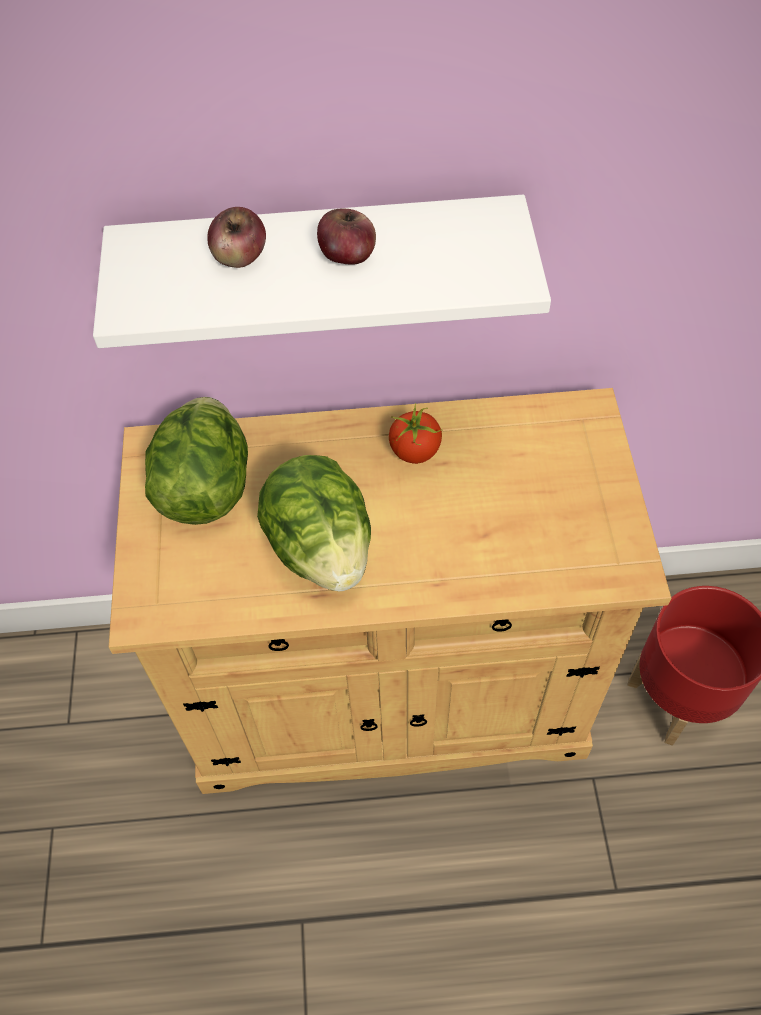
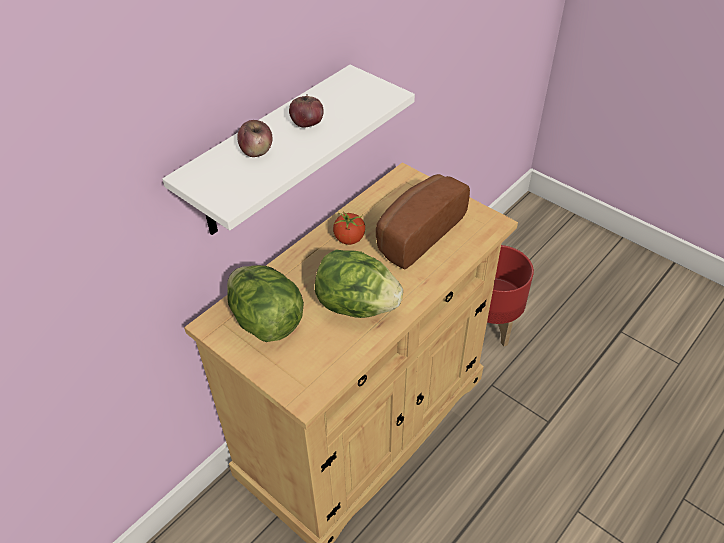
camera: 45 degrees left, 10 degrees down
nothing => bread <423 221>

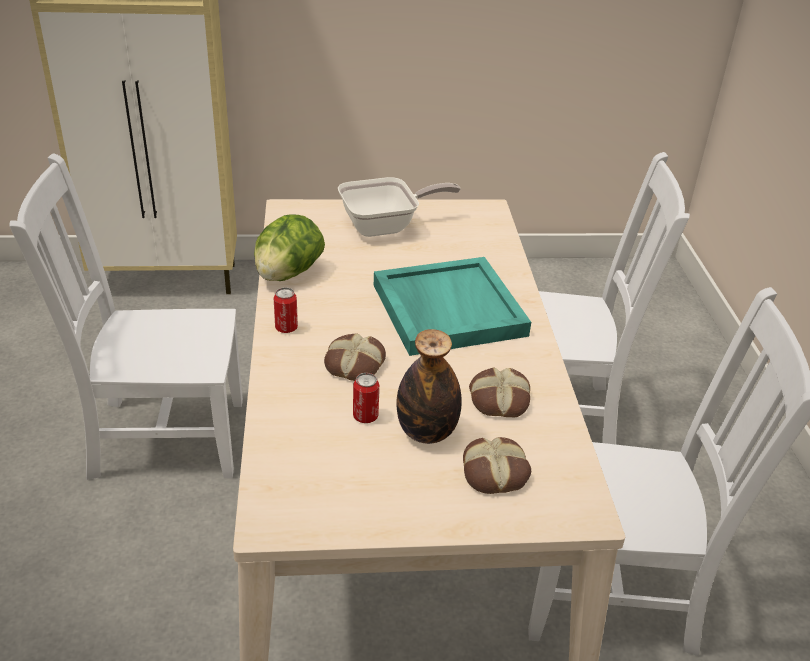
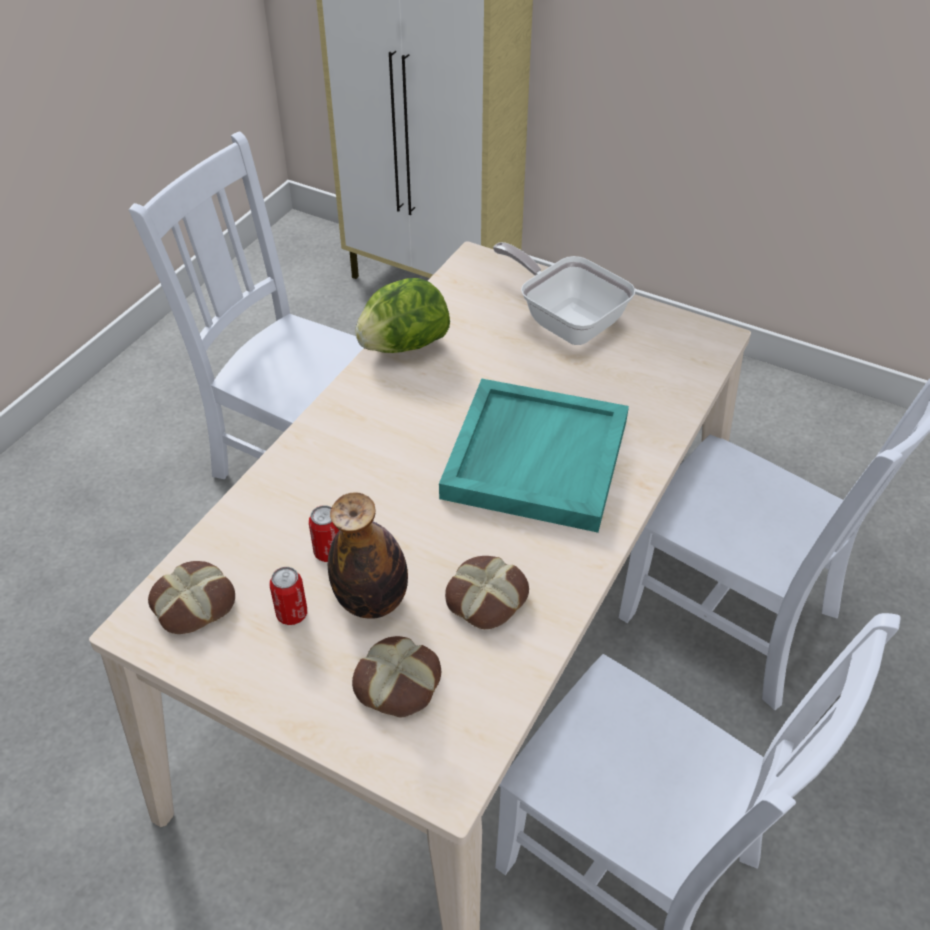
camera: 35 degrees right, 10 degrees up
bread <355 357> => bread <191 597>, move
can <286 310> => can <288 596>, move
frying pan <399 207> => frying pan <564 293>, 150 degrees counterclockwise

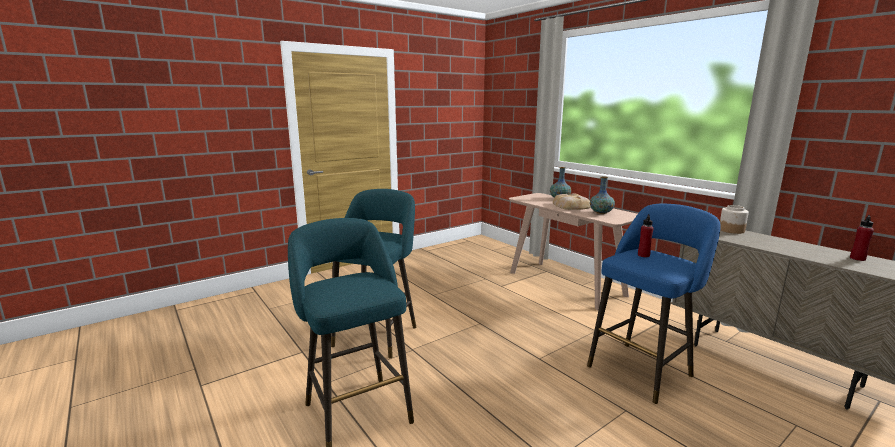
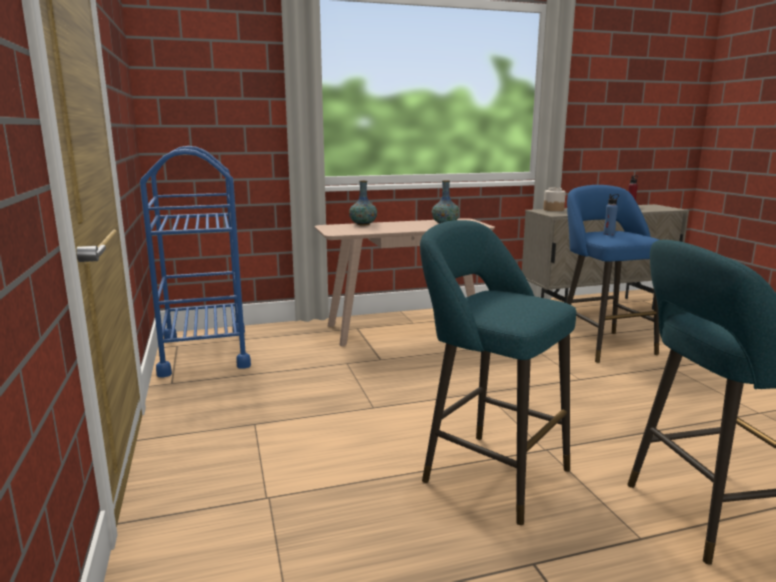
camera: 70 degrees left, 0 degrees up
nothing => cart/blue <195 261>
bottle/red <645 235> => bottle/blue <611 214>
bread <572 201> => nothing

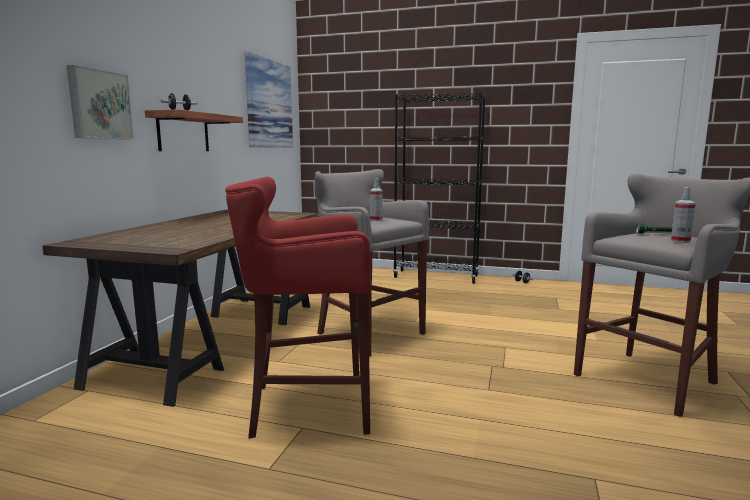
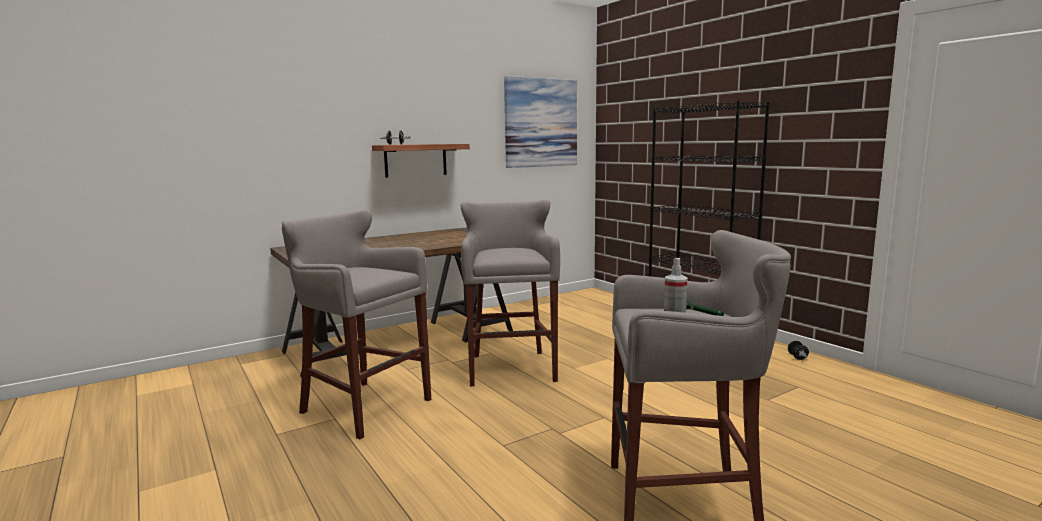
camera: 40 degrees right, 0 degrees up
stool/red <298 308> => stool/grey <356 324>
picture <100 102> => nothing
spray bottle <376 199> => nothing

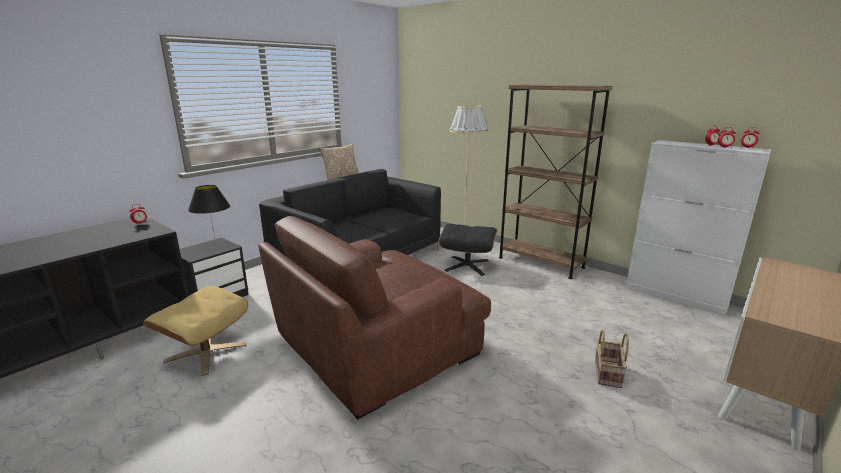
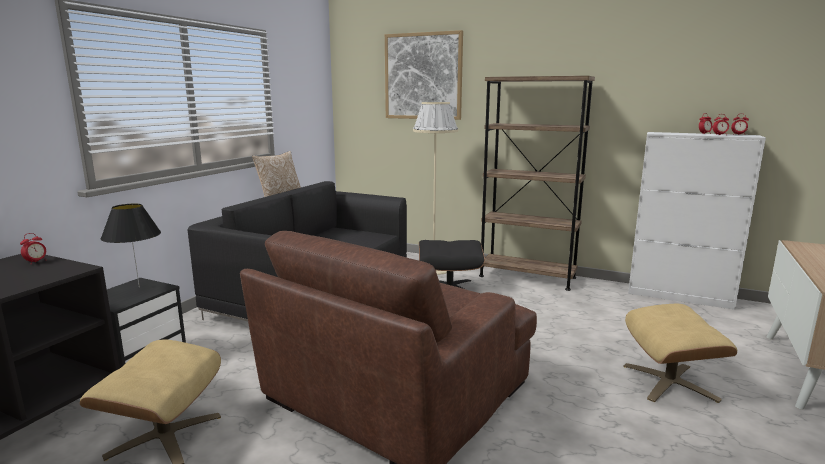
camera: 15 degrees left, 5 degrees down
nothing => picture <424 75>
basket <612 359> => ottoman/beige <680 353>

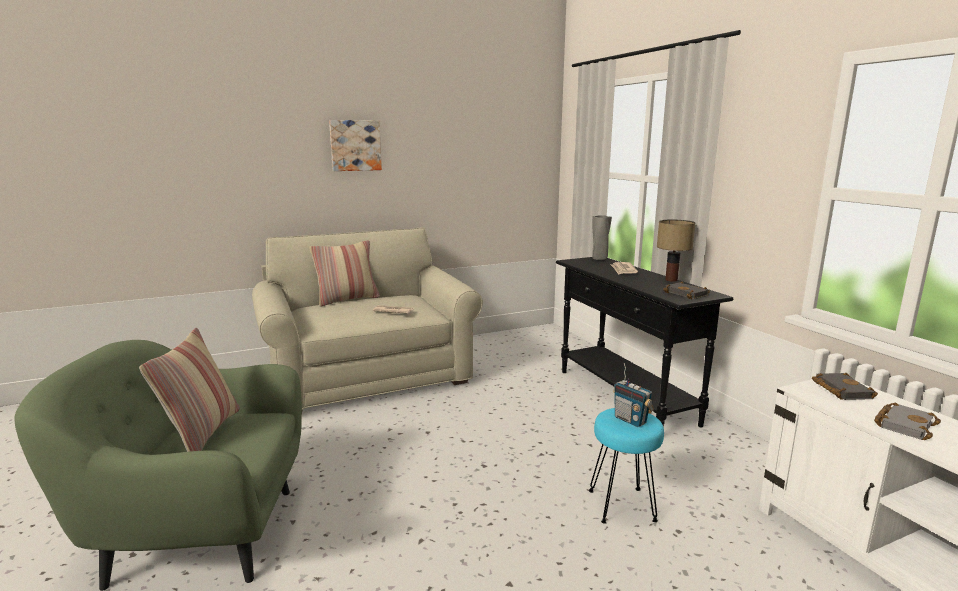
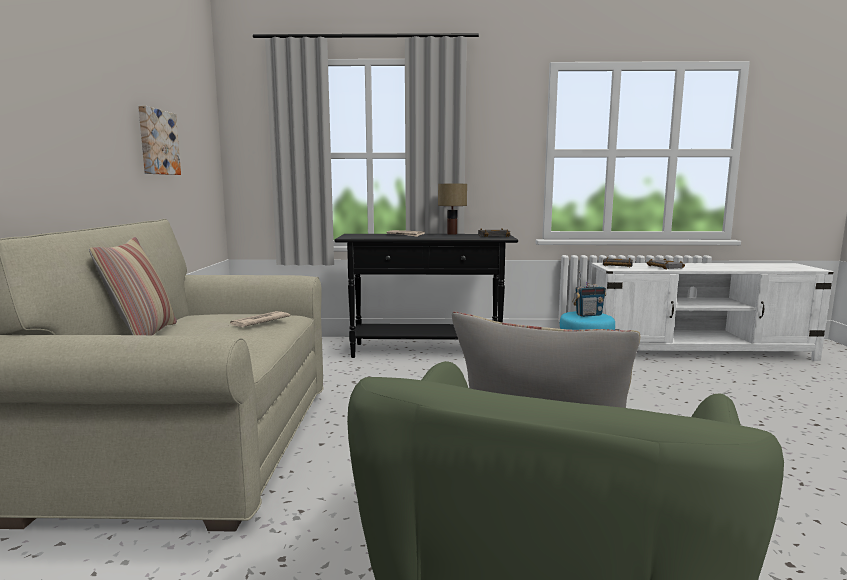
camera: 65 degrees left, 5 degrees down
picture <355 145> => picture <159 140>, move
vase/grey <602 237> => nothing

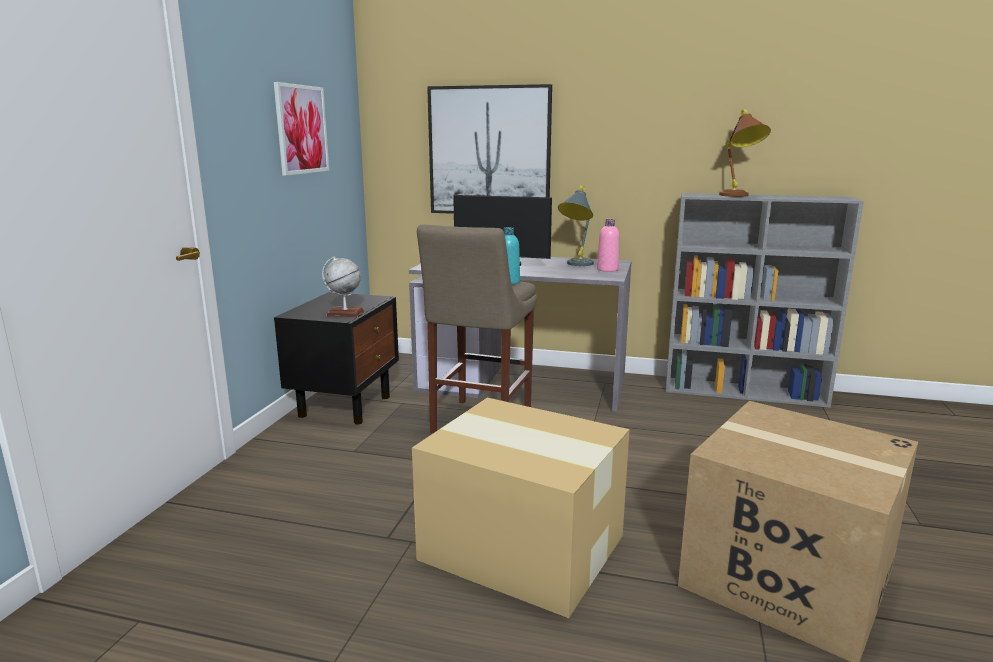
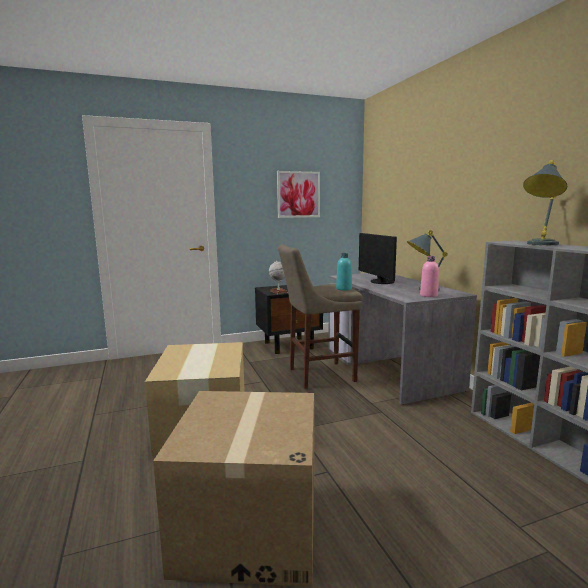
camera: 55 degrees right, 5 degrees down
table lamp/brown <745 153> => table lamp/grey <545 202>
picture <489 149> => nothing

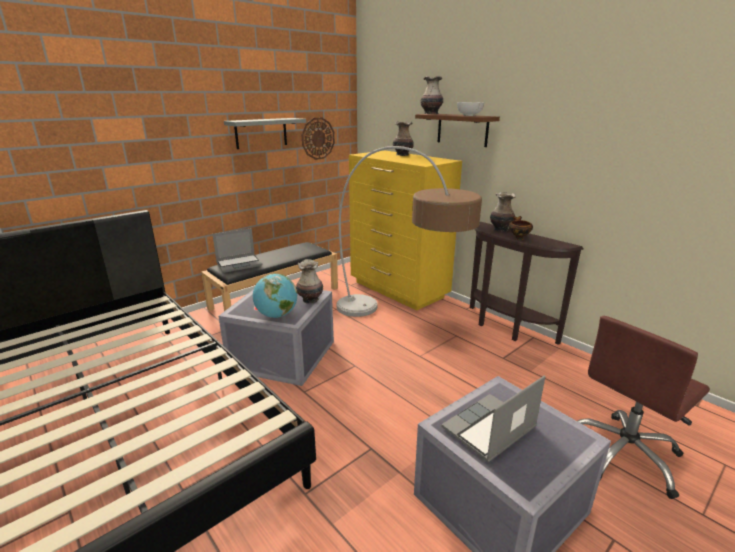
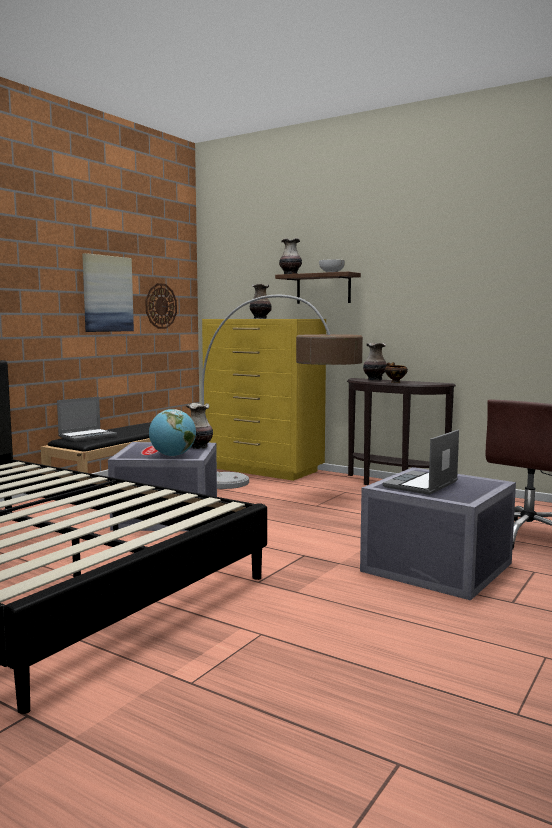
camera: 15 degrees left, 15 degrees down
shelf/grey <265 133> => picture <108 292>

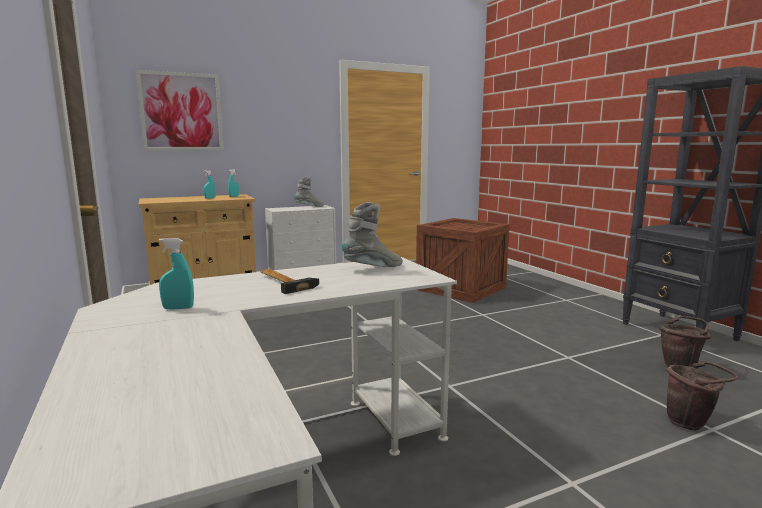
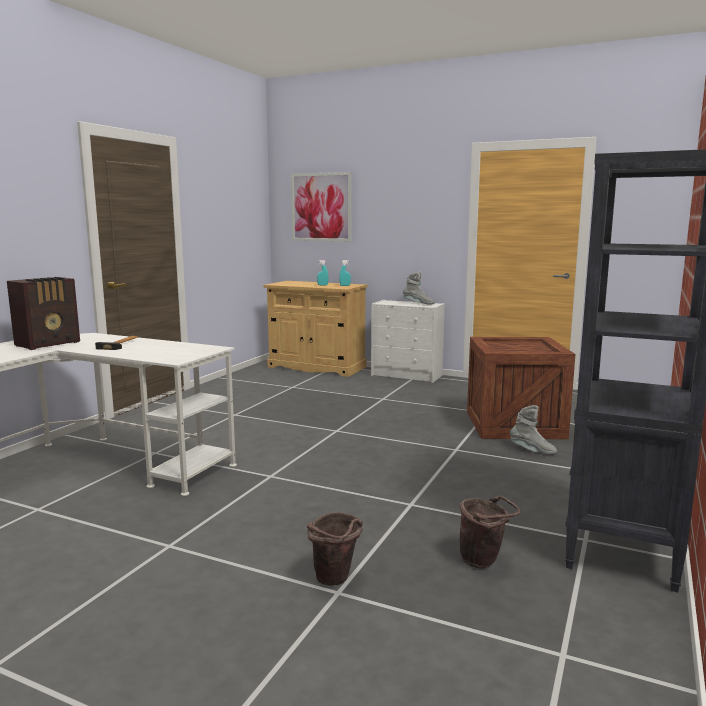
camera: 50 degrees right, 0 degrees up
spray bottle/turquoise <176 273> => radio <43 313>
boot/grey <372 234> => boot/grey <533 429>, move

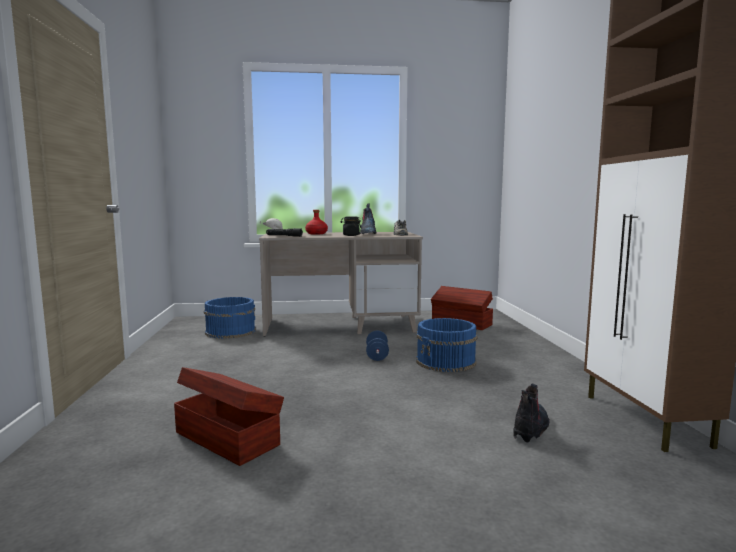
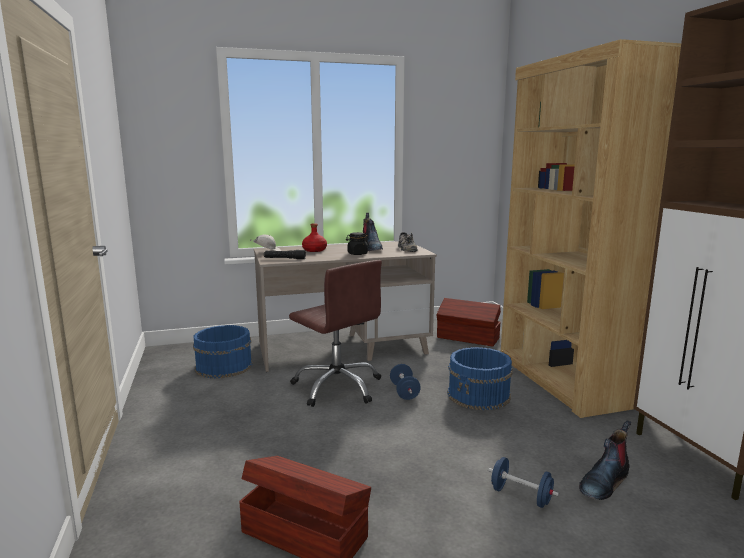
camera: 10 degrees left, 5 degrees up
nothing => office chair/brown <335 333>
nothing => dumbbell/blue <523 482>
nothing => bookcase/brown <591 228>
boot <532 413> => boot <605 460>, 150 degrees counterclockwise

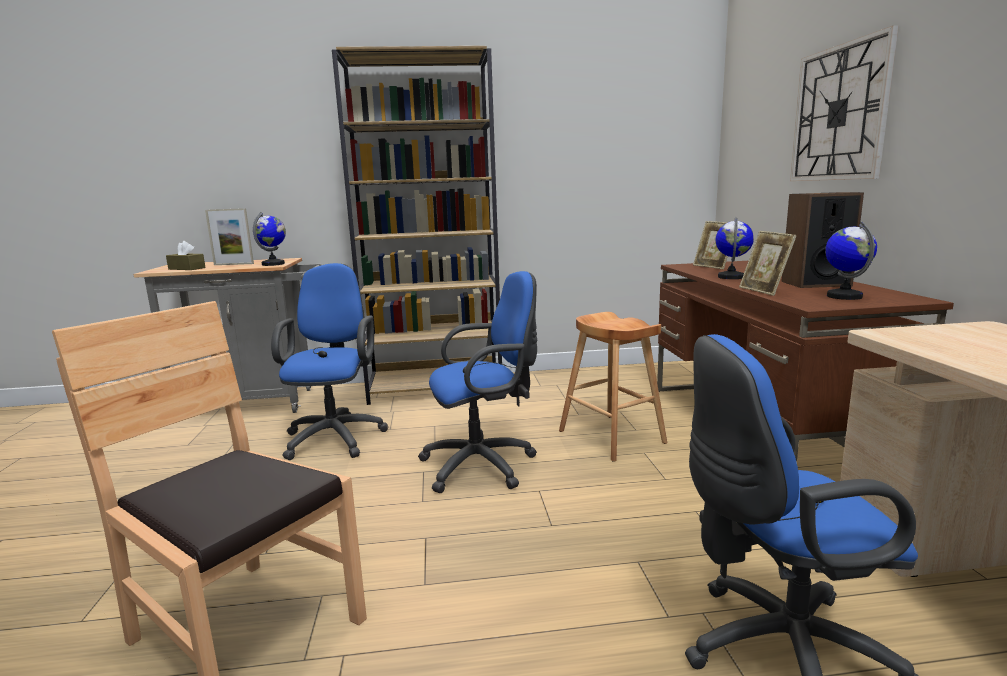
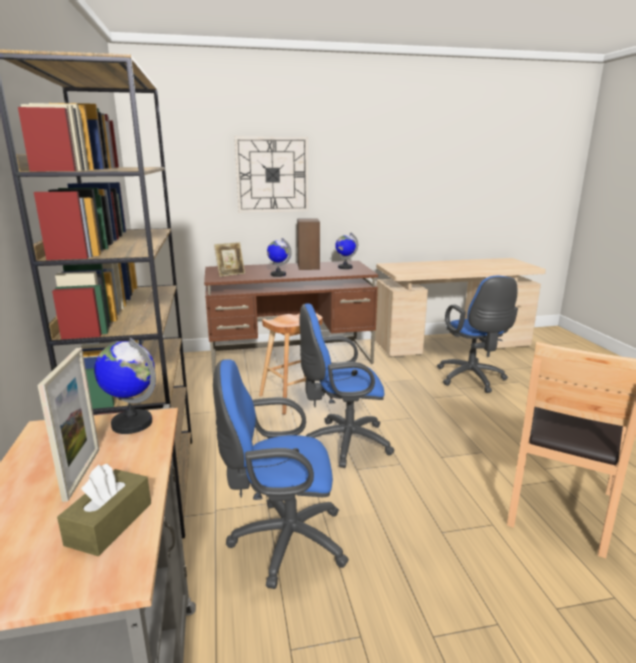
camera: 95 degrees left, 5 degrees up
office chair/blue <477 382> => office chair/blue <346 385>, 75 degrees counterclockwise
picture frame <768 263> => nothing

